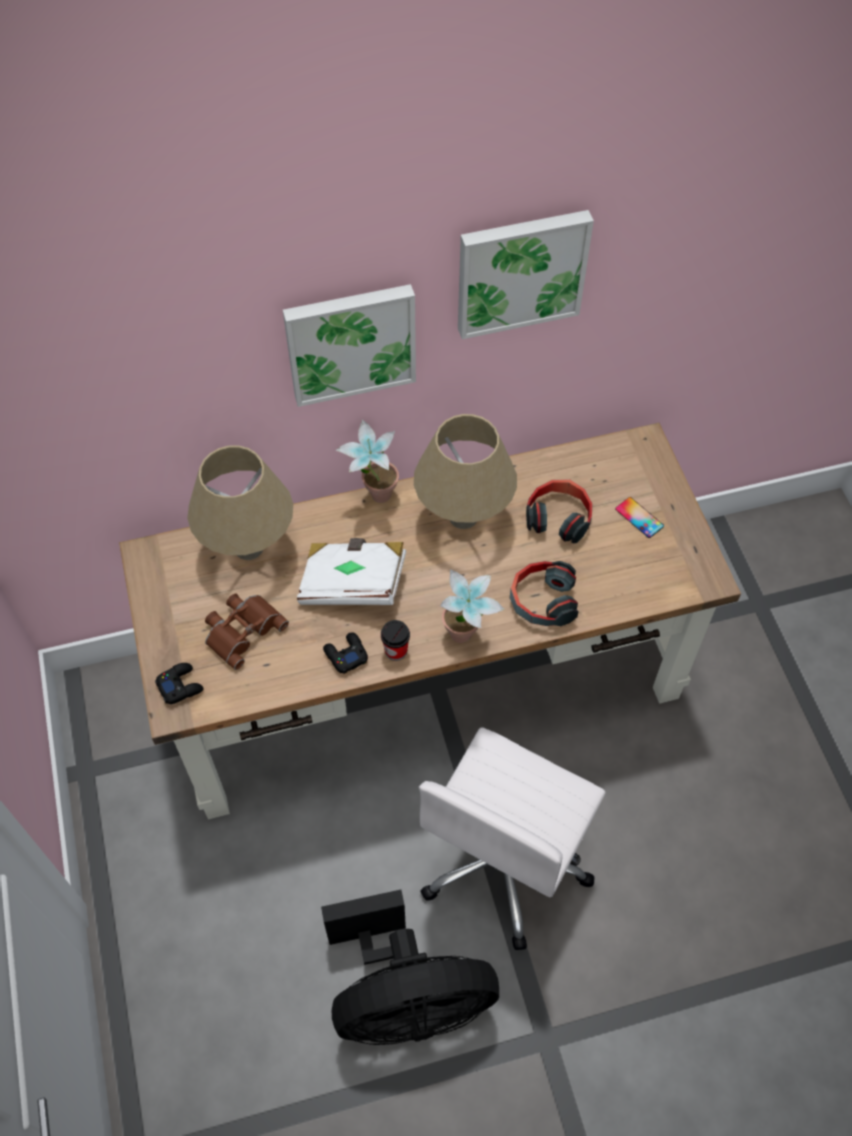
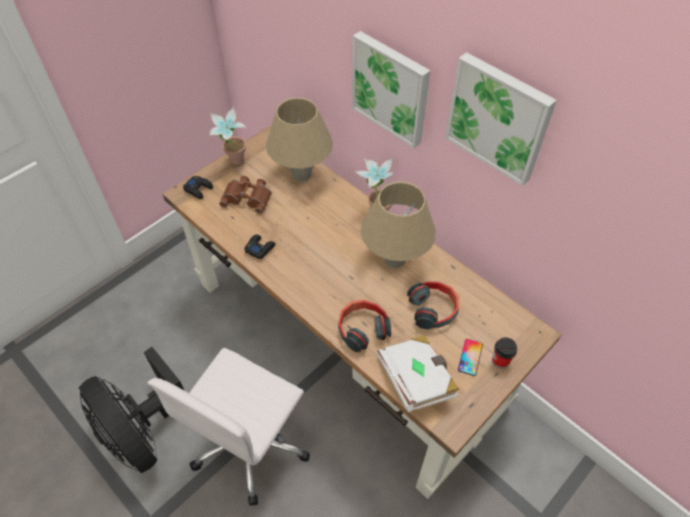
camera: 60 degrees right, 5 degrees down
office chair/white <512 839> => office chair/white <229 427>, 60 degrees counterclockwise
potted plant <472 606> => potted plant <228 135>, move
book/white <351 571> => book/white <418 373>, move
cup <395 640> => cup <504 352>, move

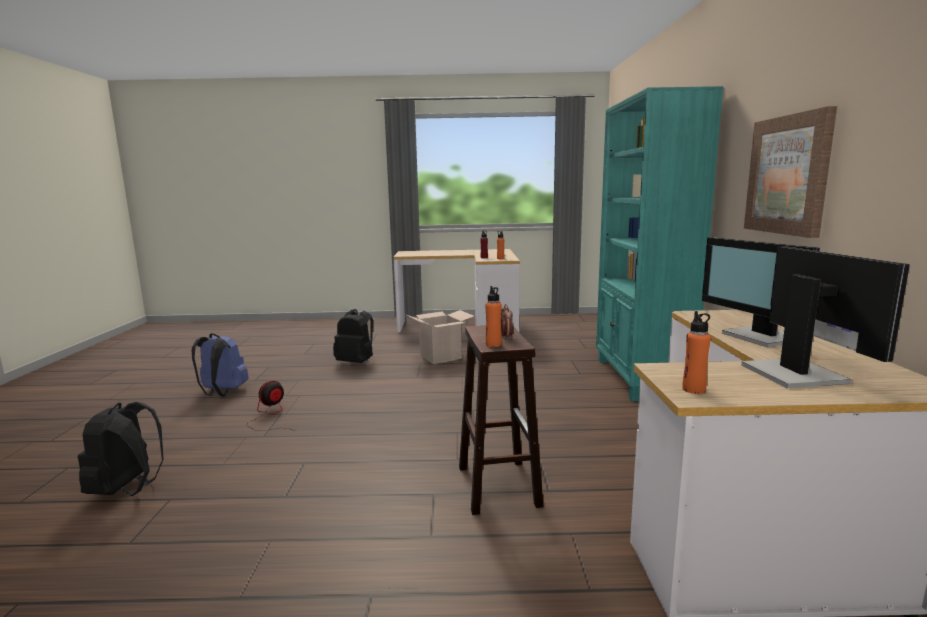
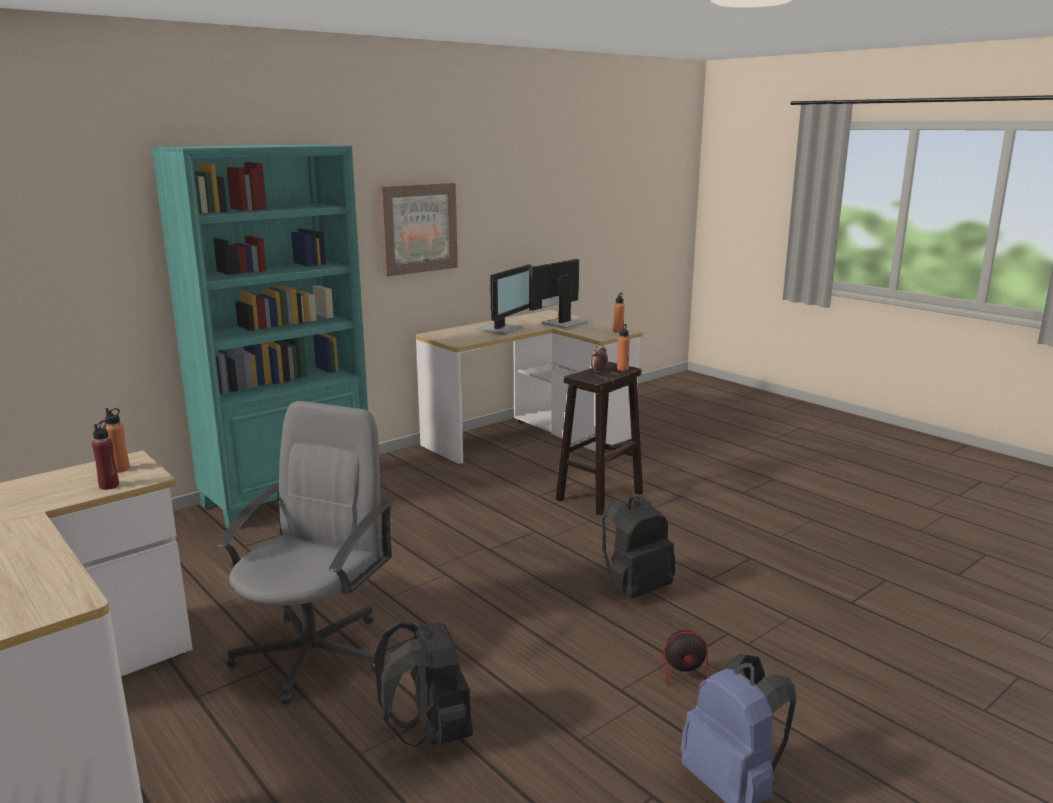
camera: 130 degrees left, 5 degrees up
cardboard box <440 337> => office chair/grey <305 553>
backpack/black <121 449> => backpack/black <638 546>, move

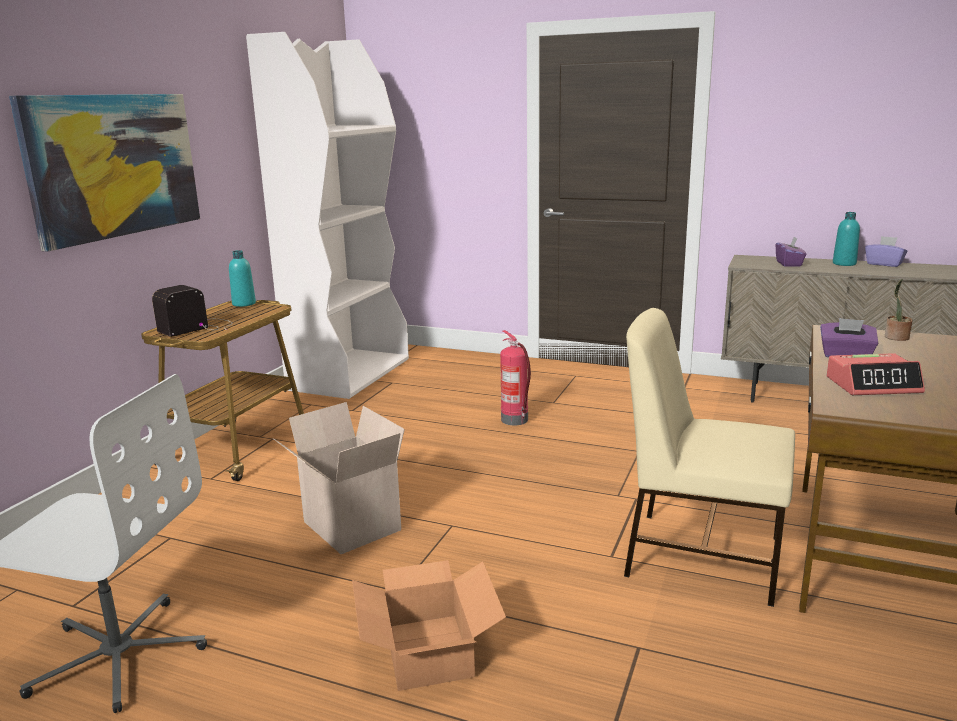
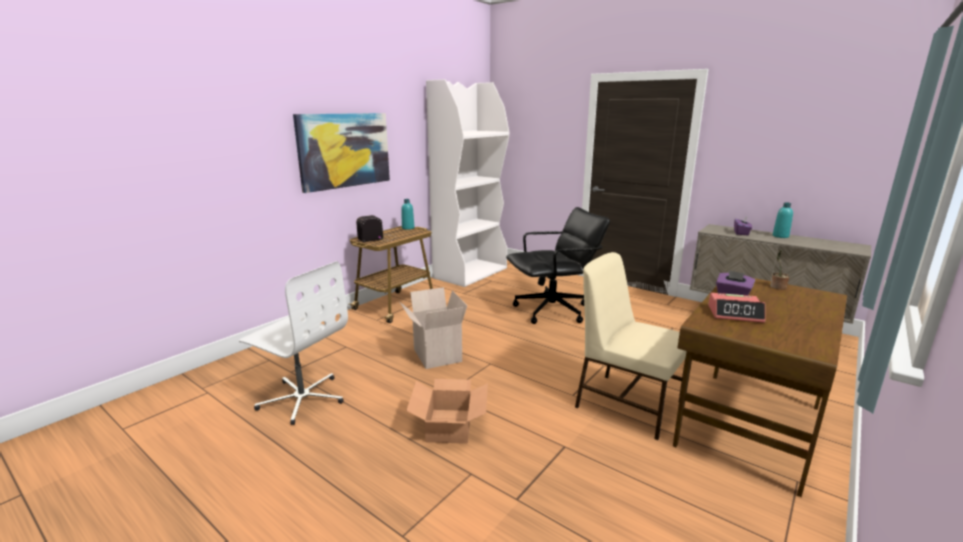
camera: 15 degrees right, 0 degrees up
fire extinguisher <515 377> => office chair/black <558 265>
tissue box/purple <886 251> => nothing

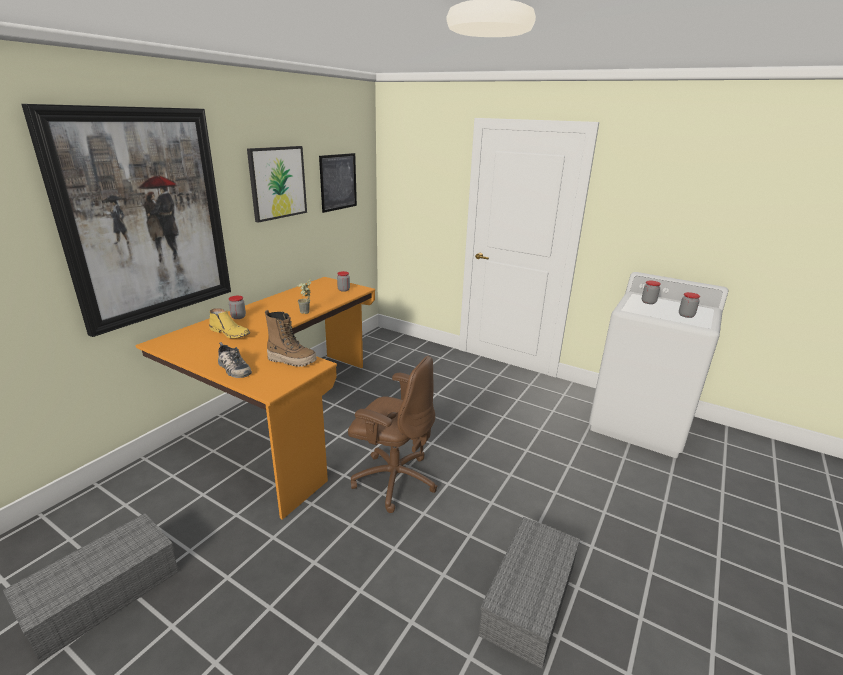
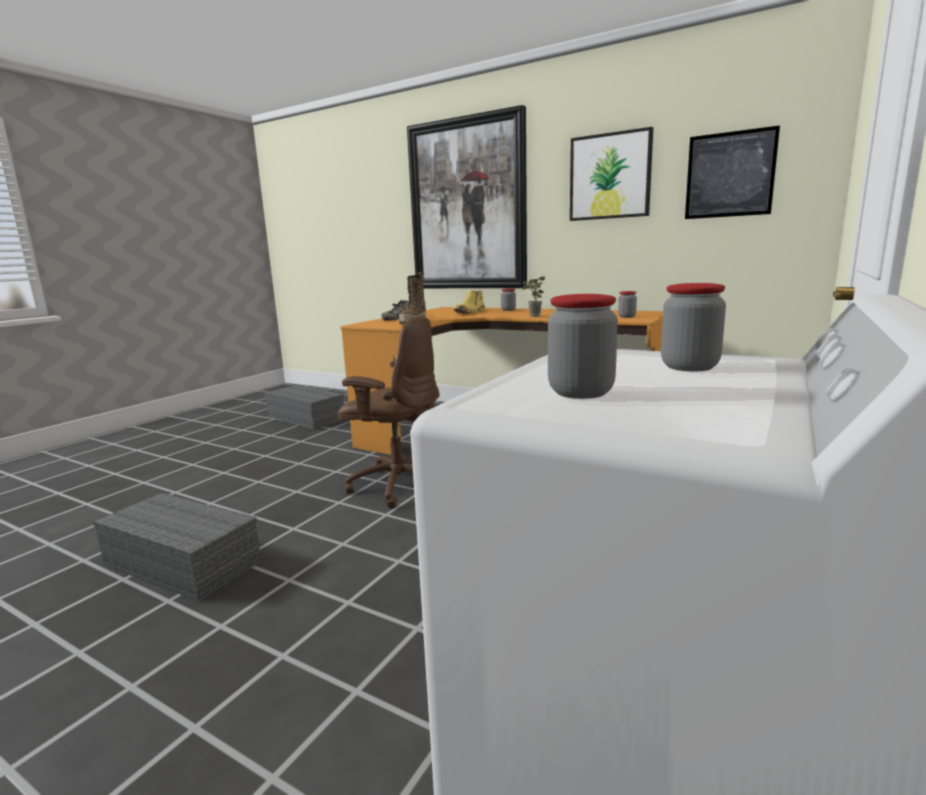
camera: 90 degrees right, 10 degrees down
office chair/brown <392 434> => office chair/brown <389 412>, 90 degrees counterclockwise

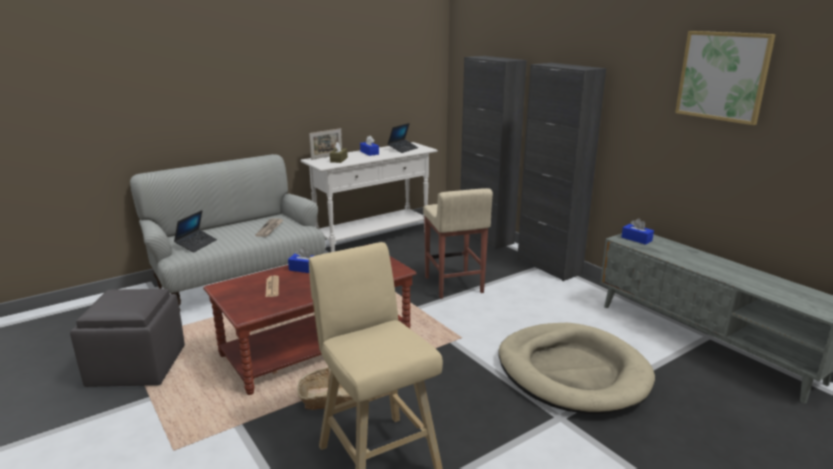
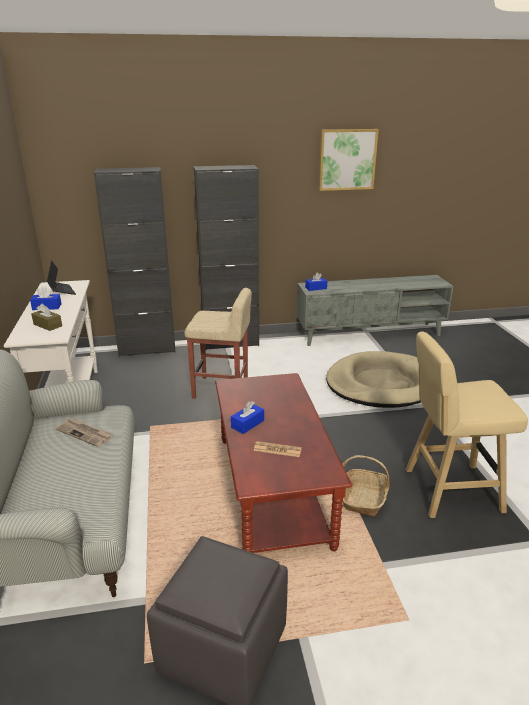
camera: 65 degrees left, 5 degrees up
laptop <195 231> => nothing
picture frame <325 144> => nothing

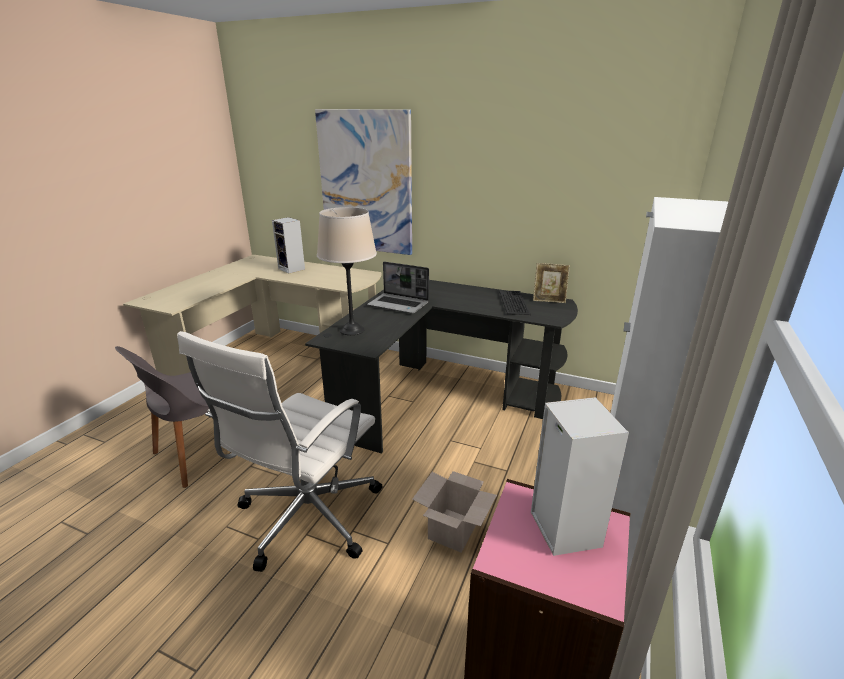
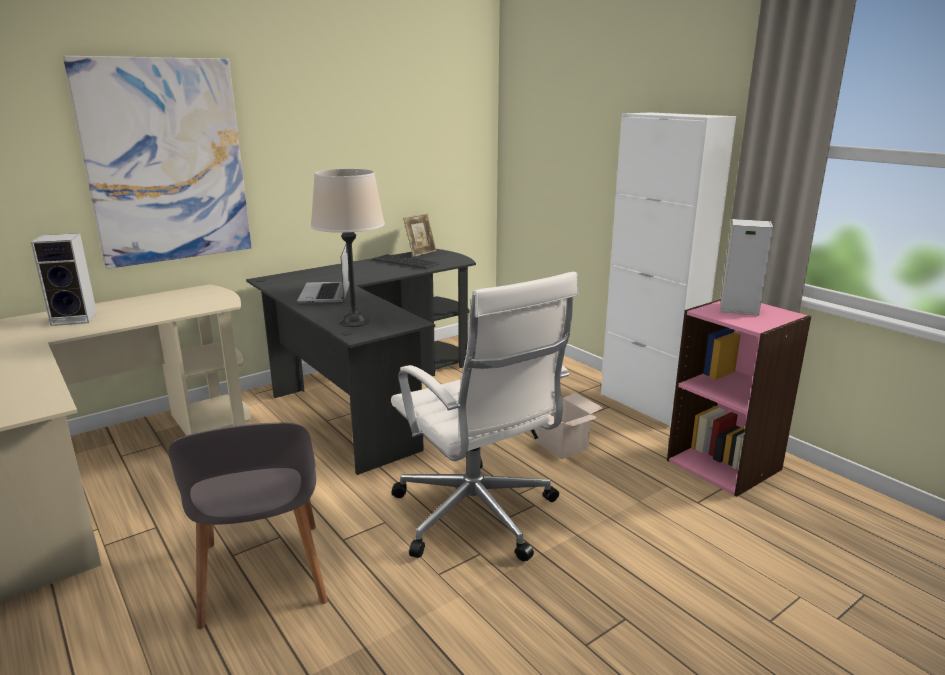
camera: 60 degrees left, 5 degrees down
laptop <398 287> => laptop <323 274>, 120 degrees clockwise

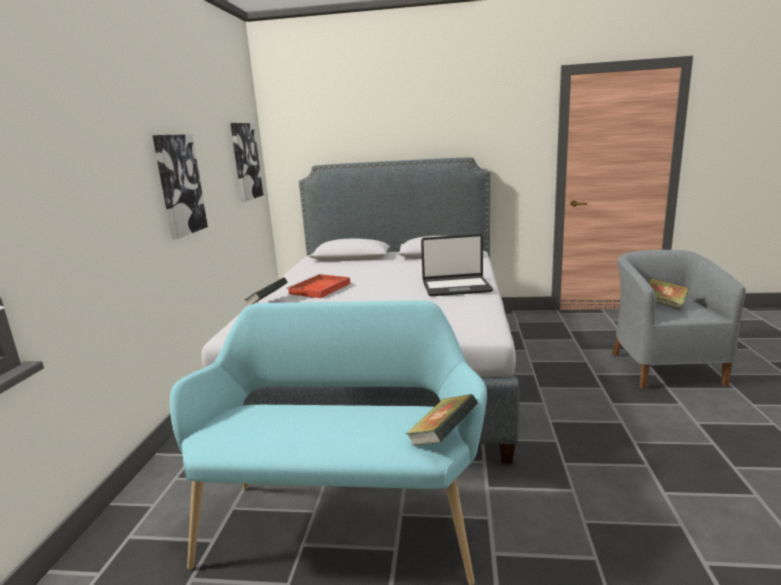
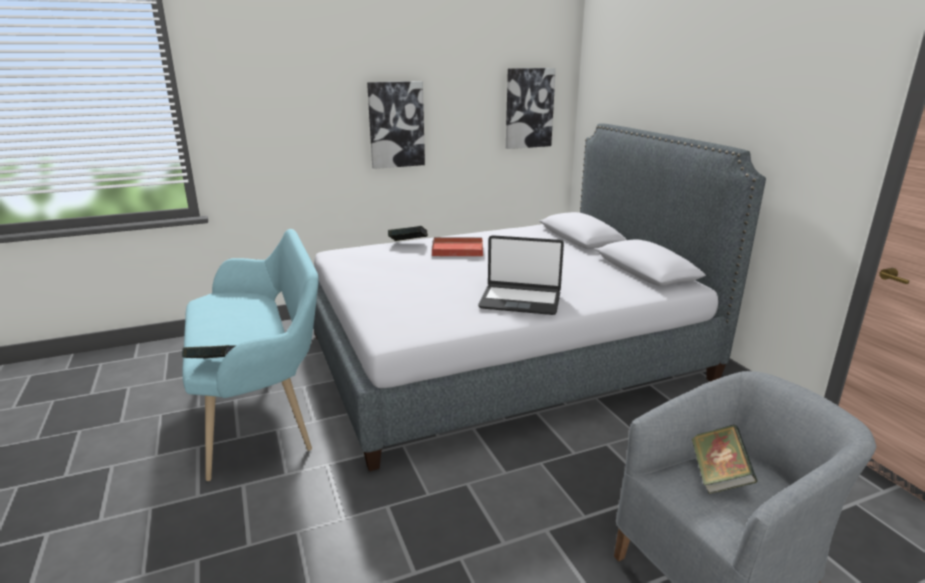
camera: 60 degrees right, 5 degrees up
laptop <457 265> => laptop <521 275>, 45 degrees counterclockwise

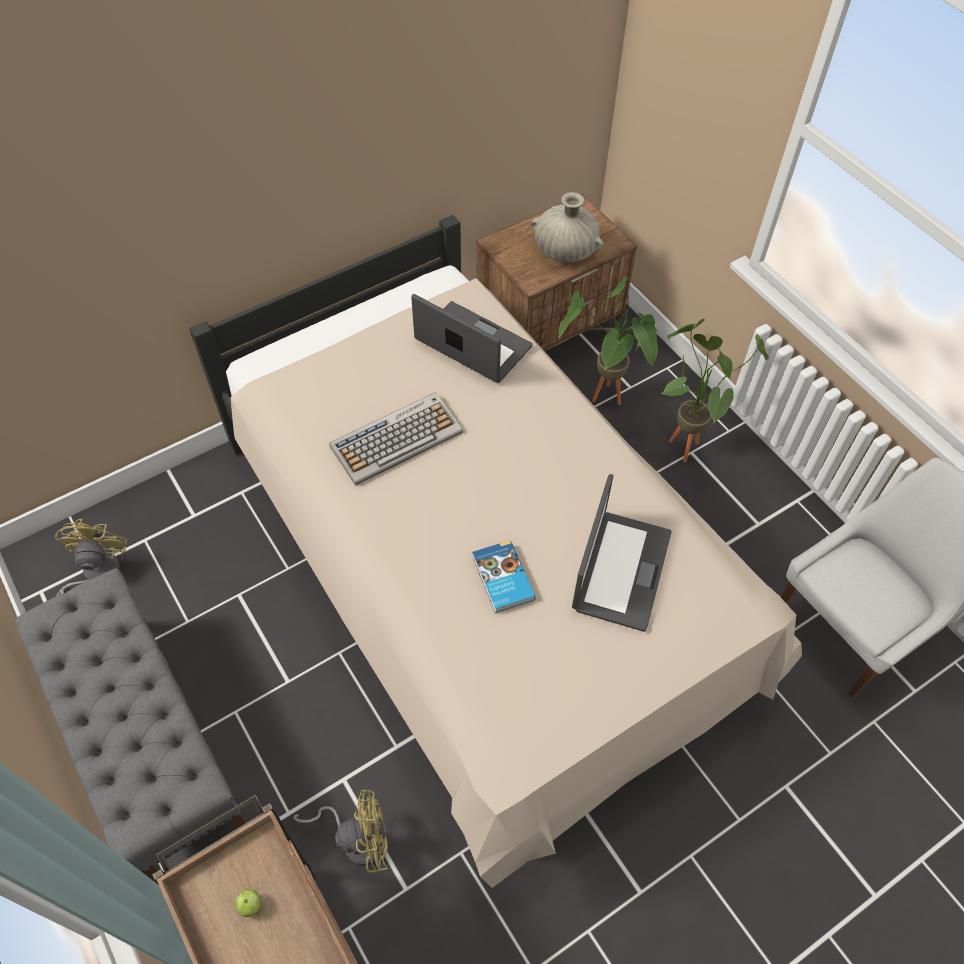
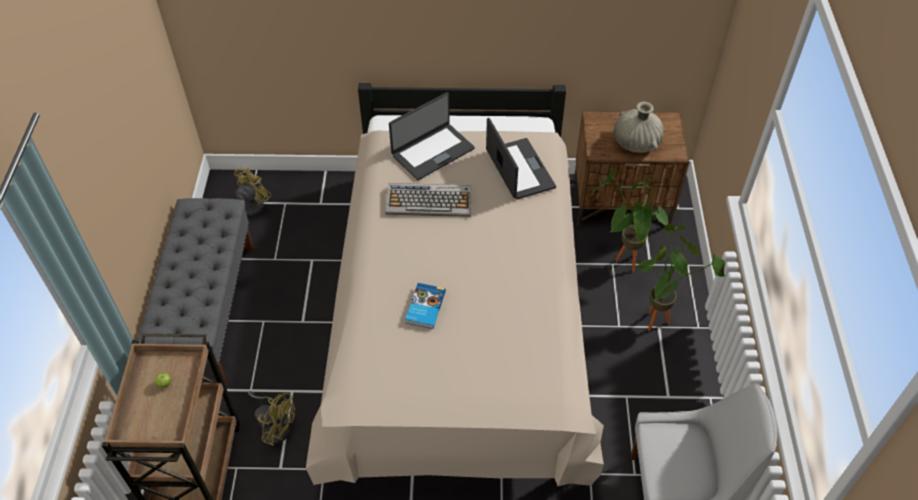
camera: 35 degrees right, 5 degrees down
laptop <621 553> => laptop <432 136>, move

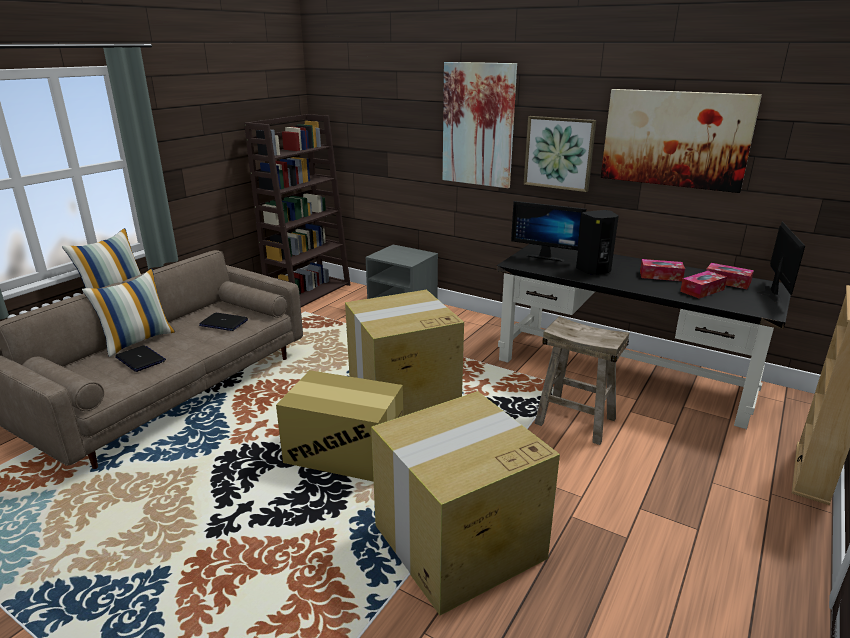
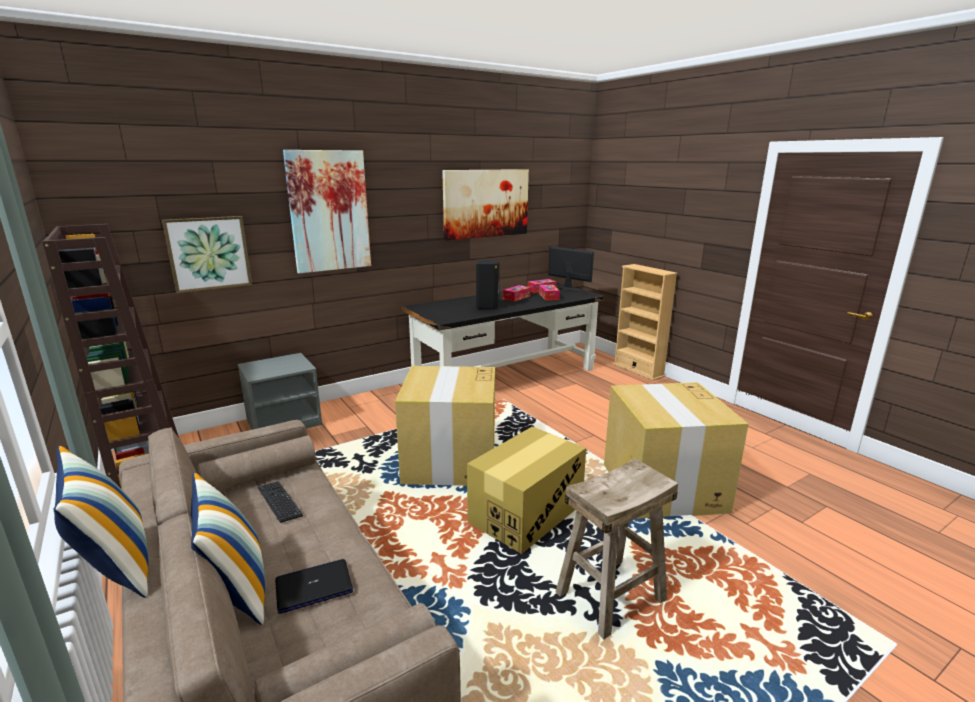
camera: 65 degrees left, 5 degrees down
picture <560 154> => picture <207 254>, move
laptop <223 322> => keyboard <280 502>
stool/beige <581 381> => stool/beige <617 549>, move
monitor <548 231> => nothing

